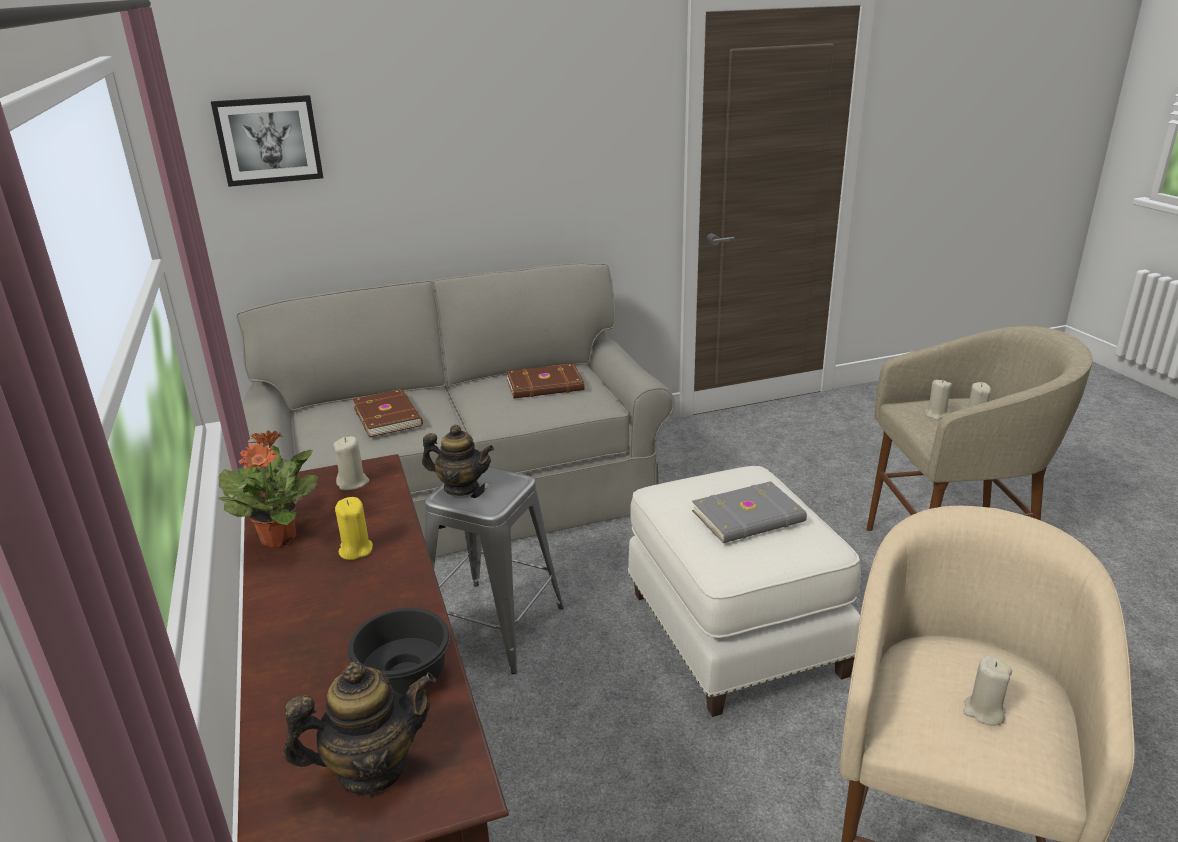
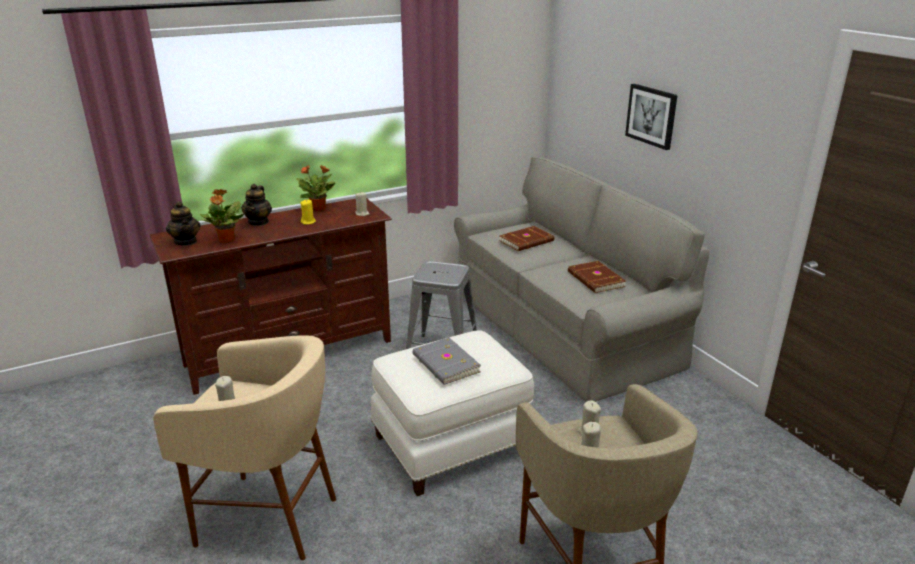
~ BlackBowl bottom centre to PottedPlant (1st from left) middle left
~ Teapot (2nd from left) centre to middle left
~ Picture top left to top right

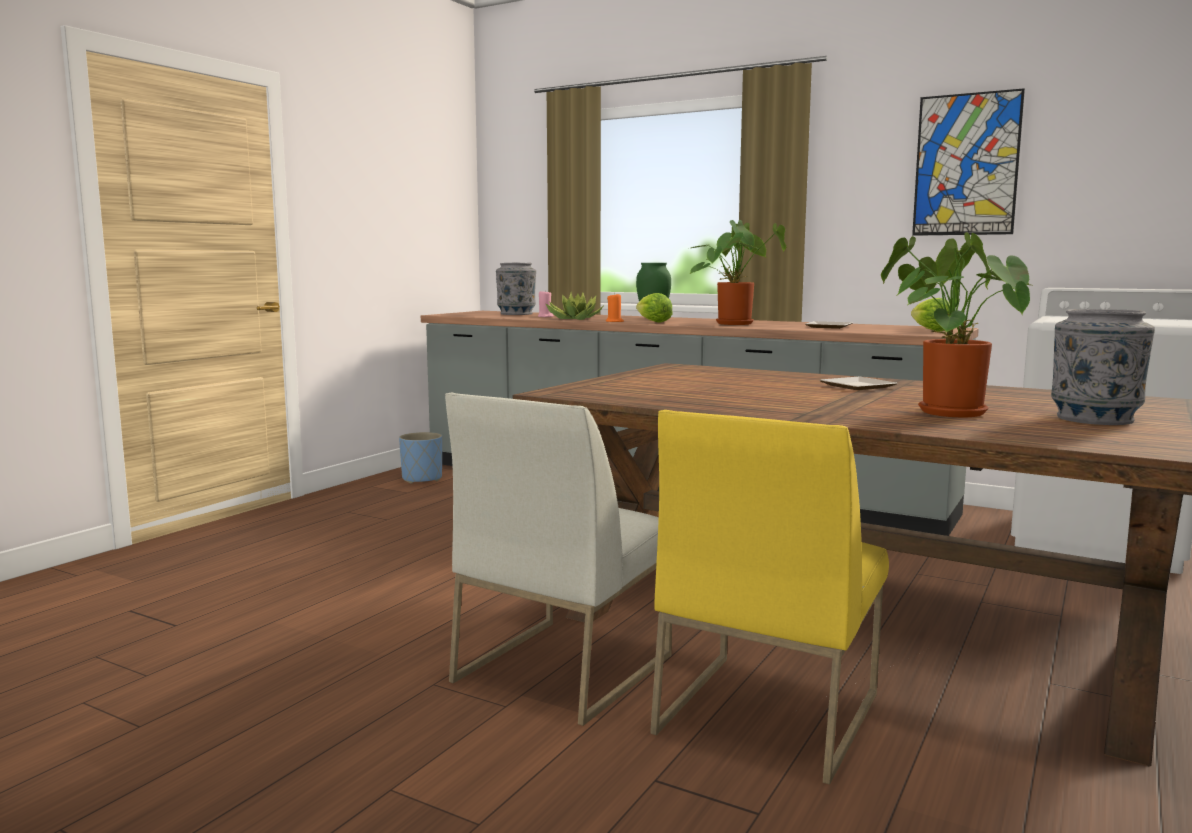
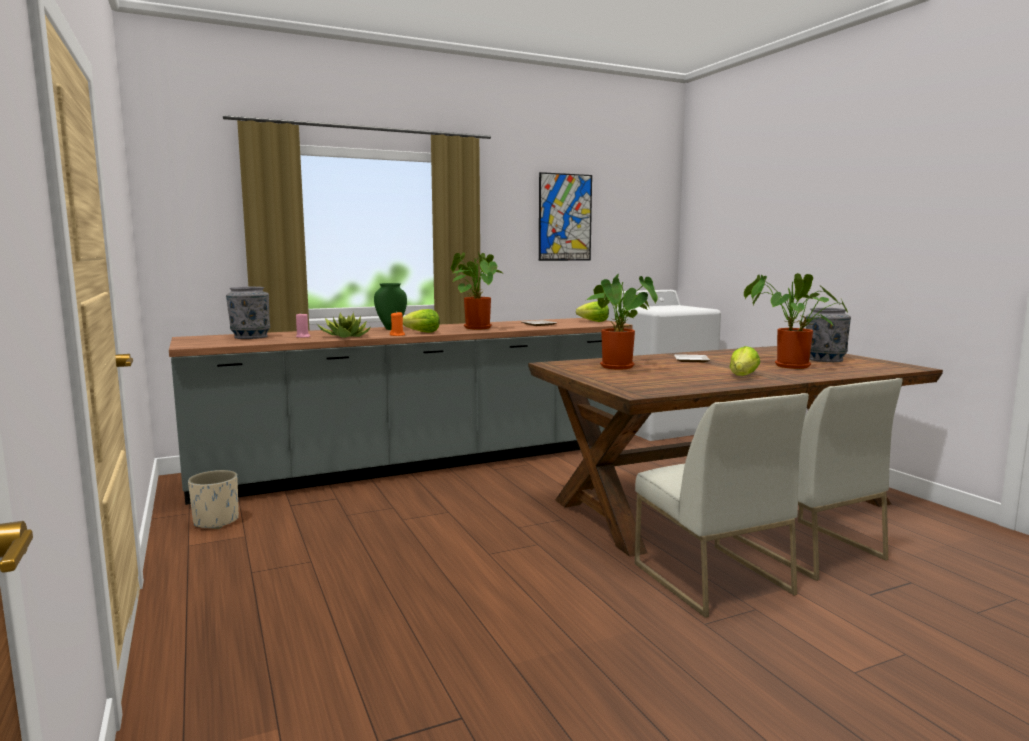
~ BluePlanter centre to BeigePlanter bottom left
+ PottedPlant (3rd from left) centre
+ Lettuce (3rd from left) middle right
~ YellowChair bottom centre to WhiteChair (2nd from left) middle right

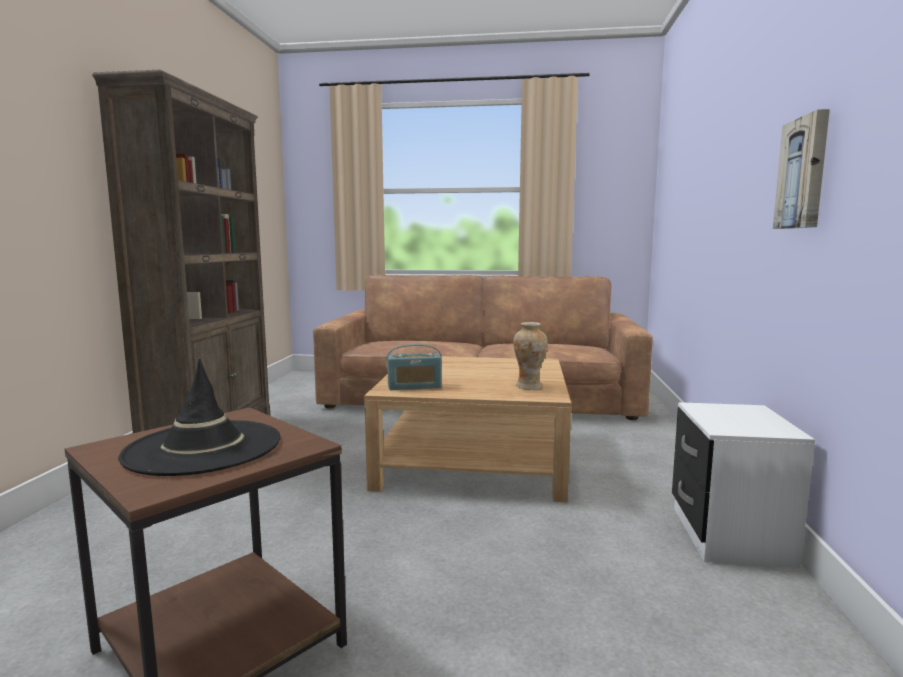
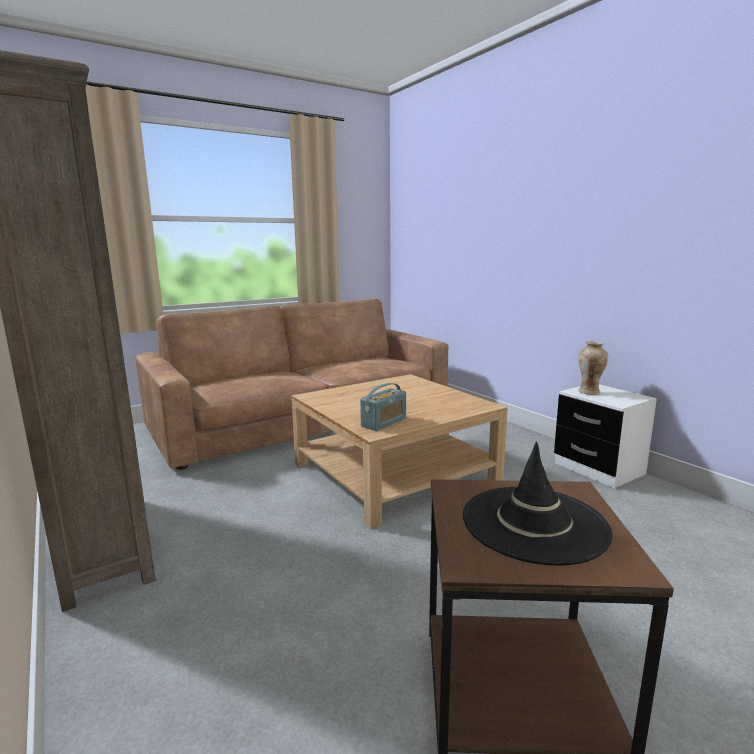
~ Vase centre to middle right
- Picture top right

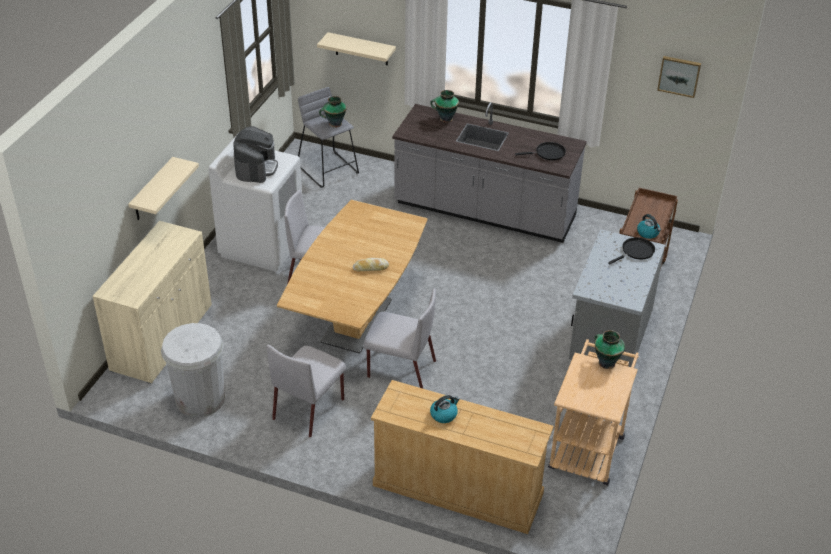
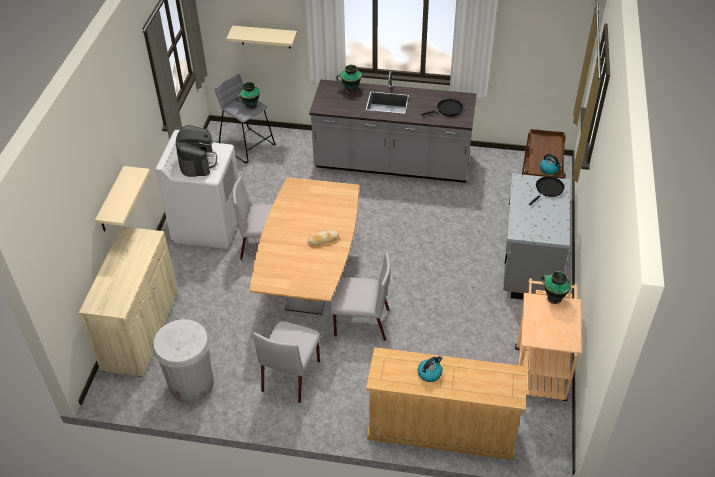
- Picture top right

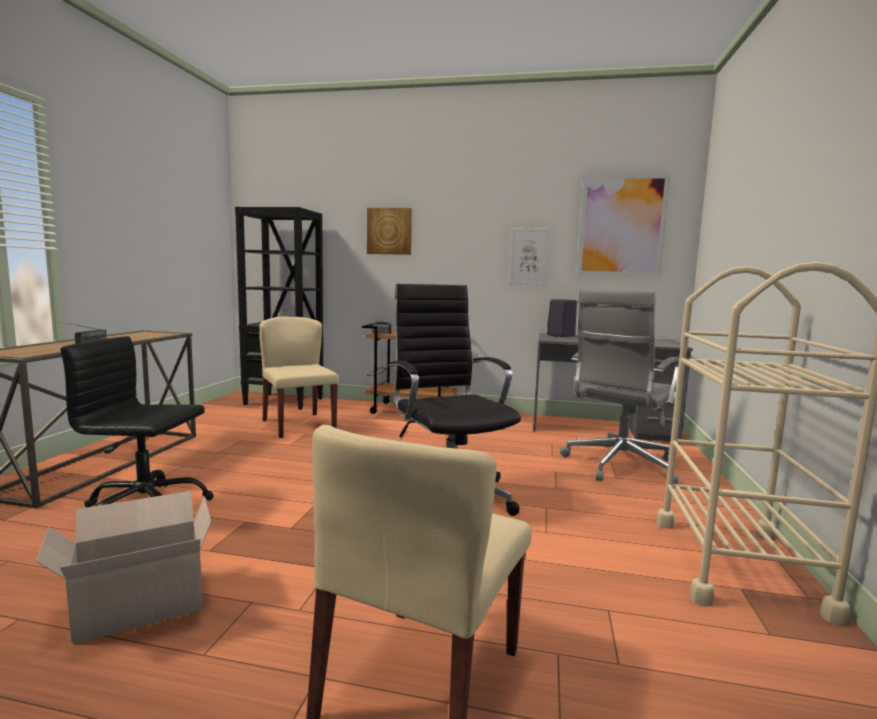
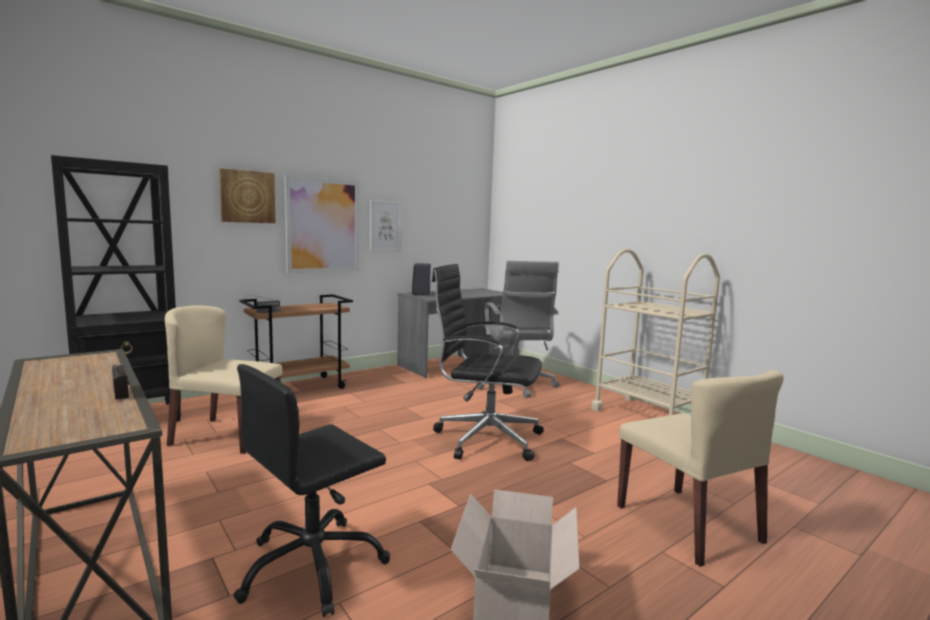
~ Picture (3rd from left in the first image) top right to Picture (2nd from left) centre

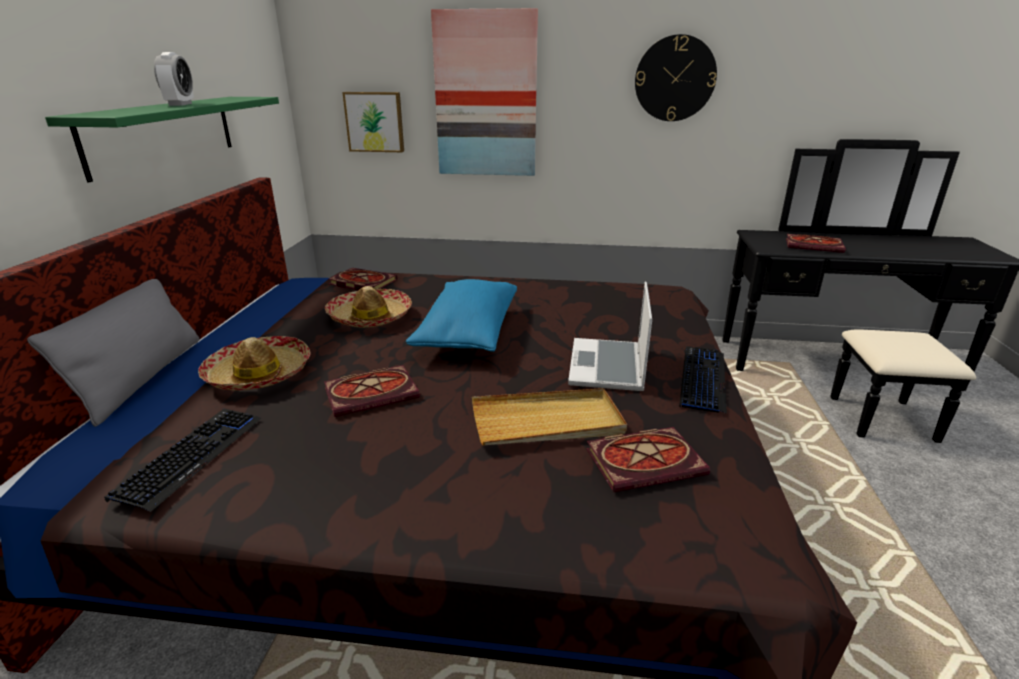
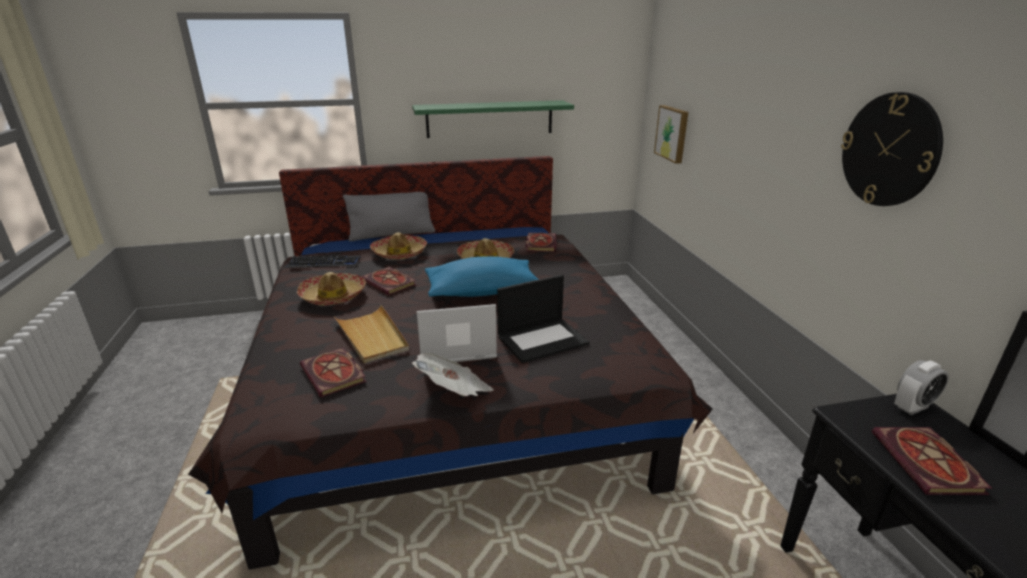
+ Hat (1st from left) middle left
~ Keyboard (2nd from left) middle right to Newspaper centre
+ Laptop (2nd from left) centre
~ AlarmClock top left to bottom right
- Picture (2nd from left) top centre

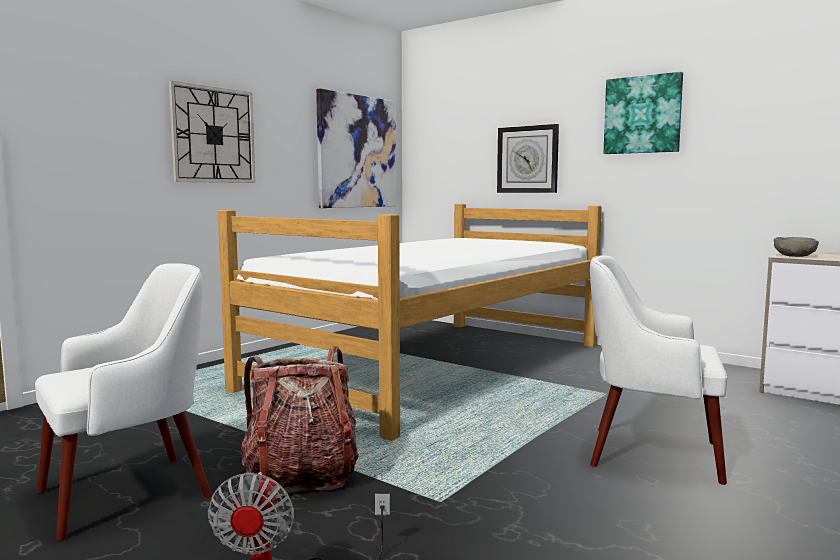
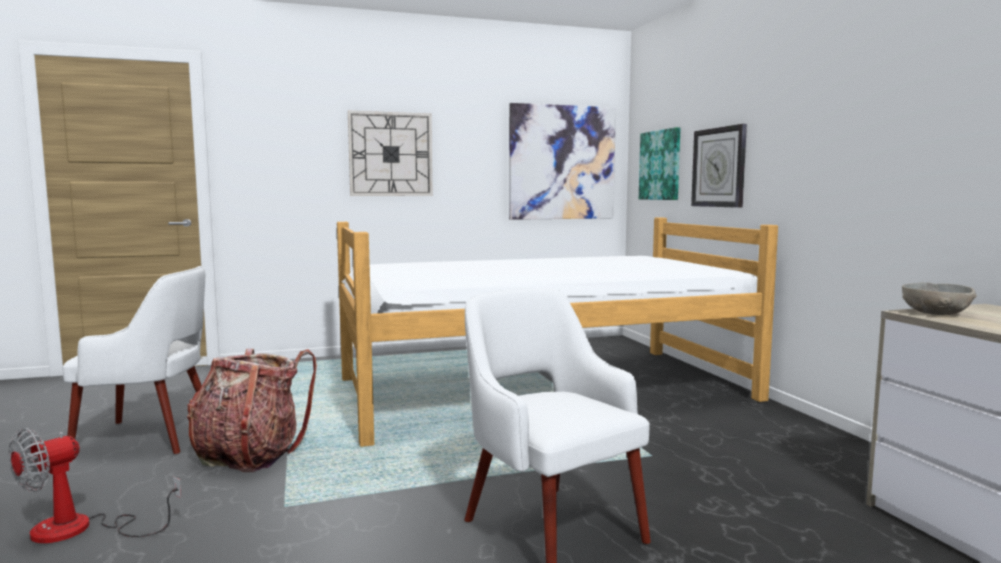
~ Picture (2nd from left) top right to top centre

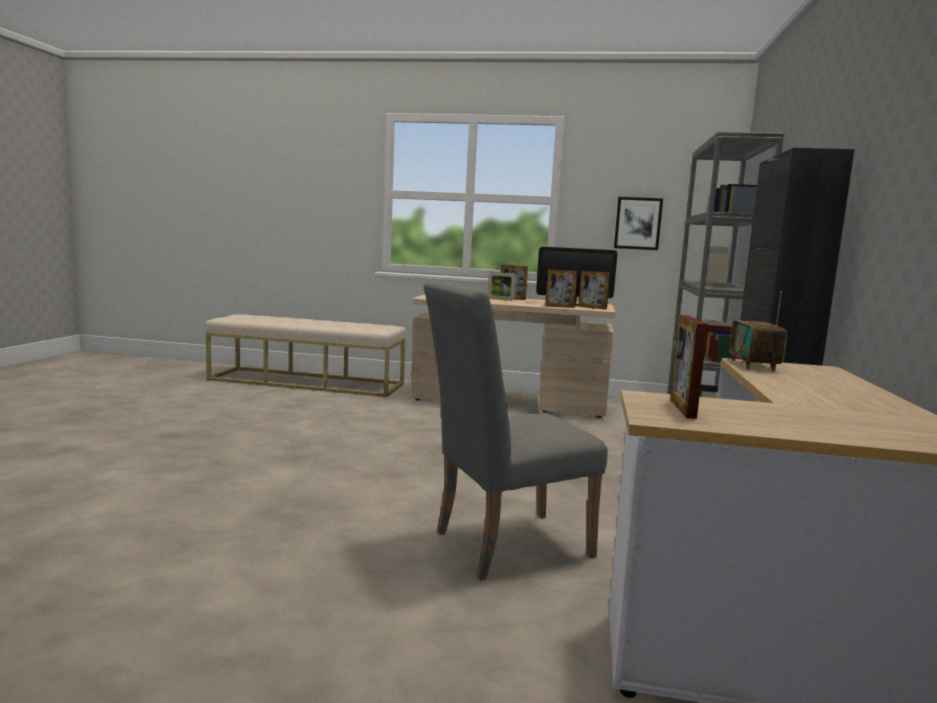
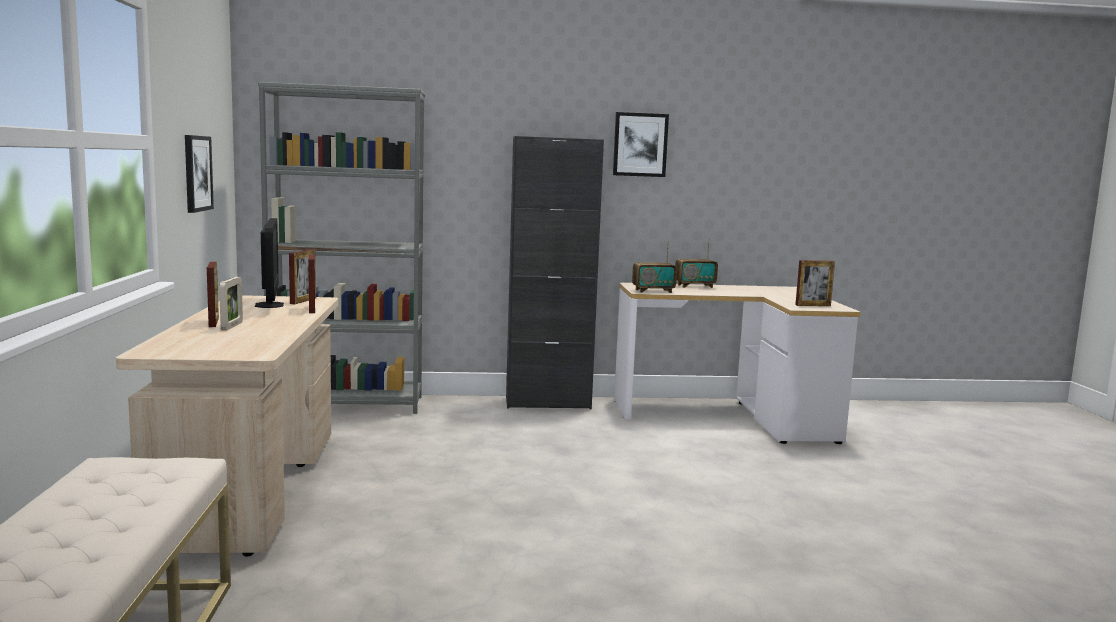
+ Picture (2nd from left) top centre
+ Radio (2nd from left) centre
- GreyChair centre

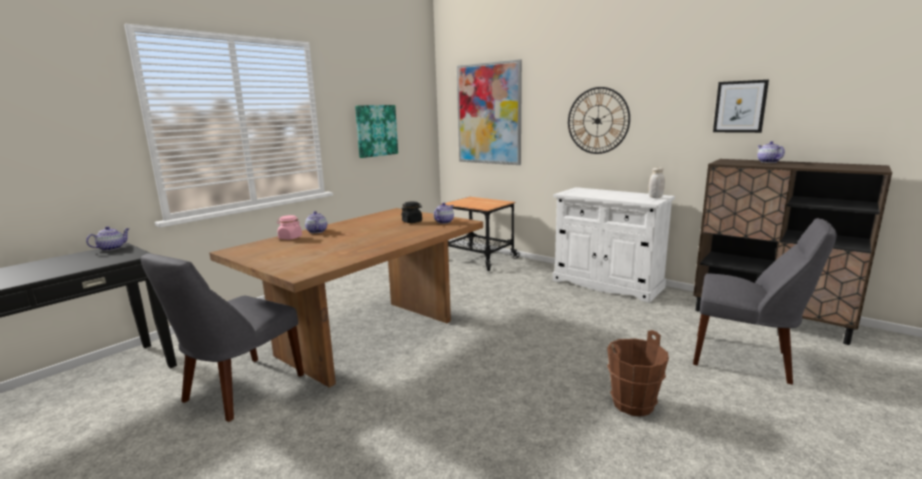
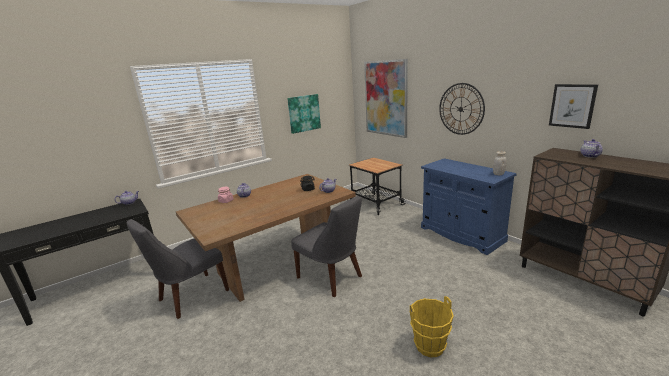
~ GreyChair (2nd from left) middle right to centre
~ BrownBucket bottom right to YellowBucket bottom centre
~ WhiteCabinet centre to BlueCabinet middle right

